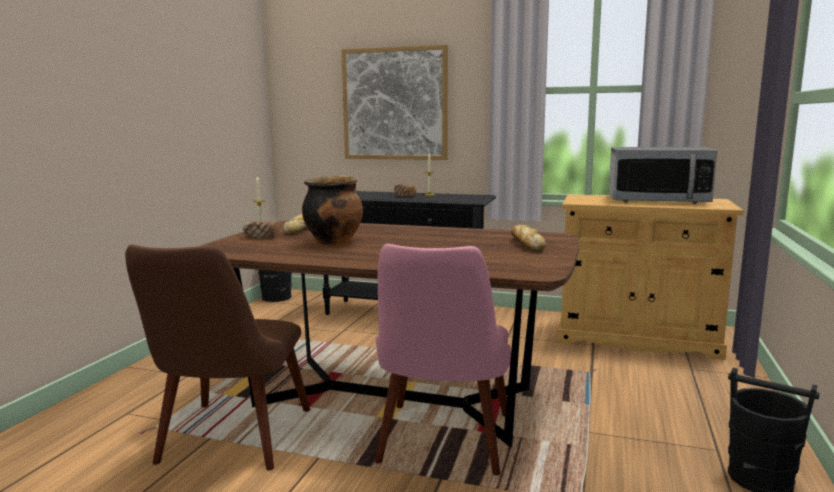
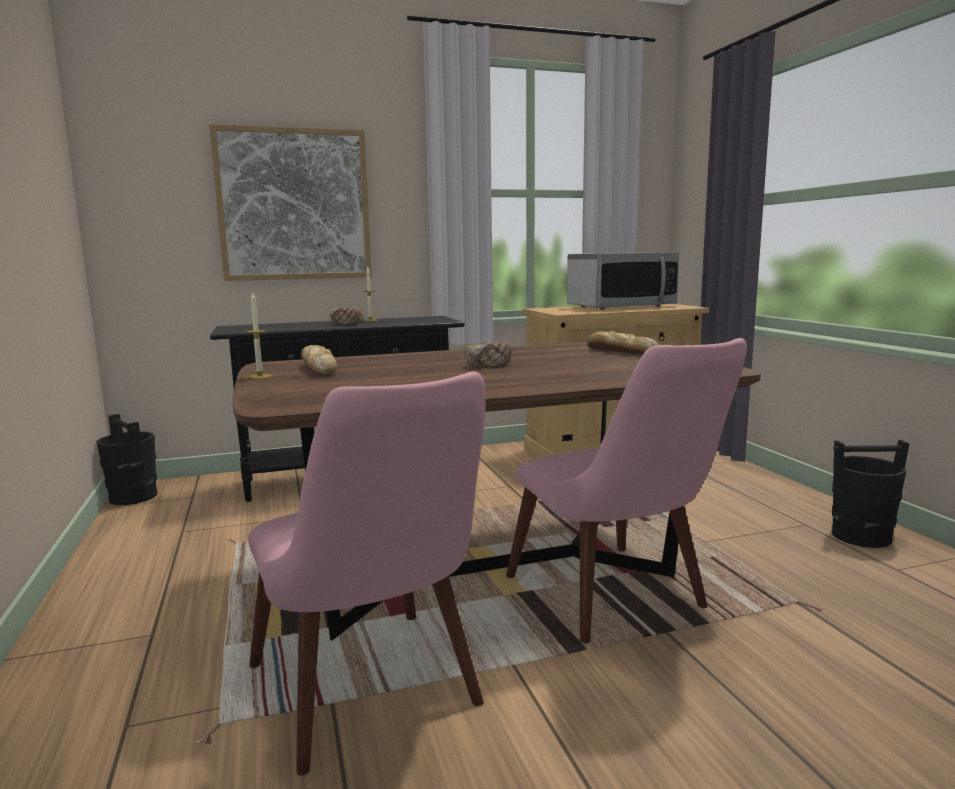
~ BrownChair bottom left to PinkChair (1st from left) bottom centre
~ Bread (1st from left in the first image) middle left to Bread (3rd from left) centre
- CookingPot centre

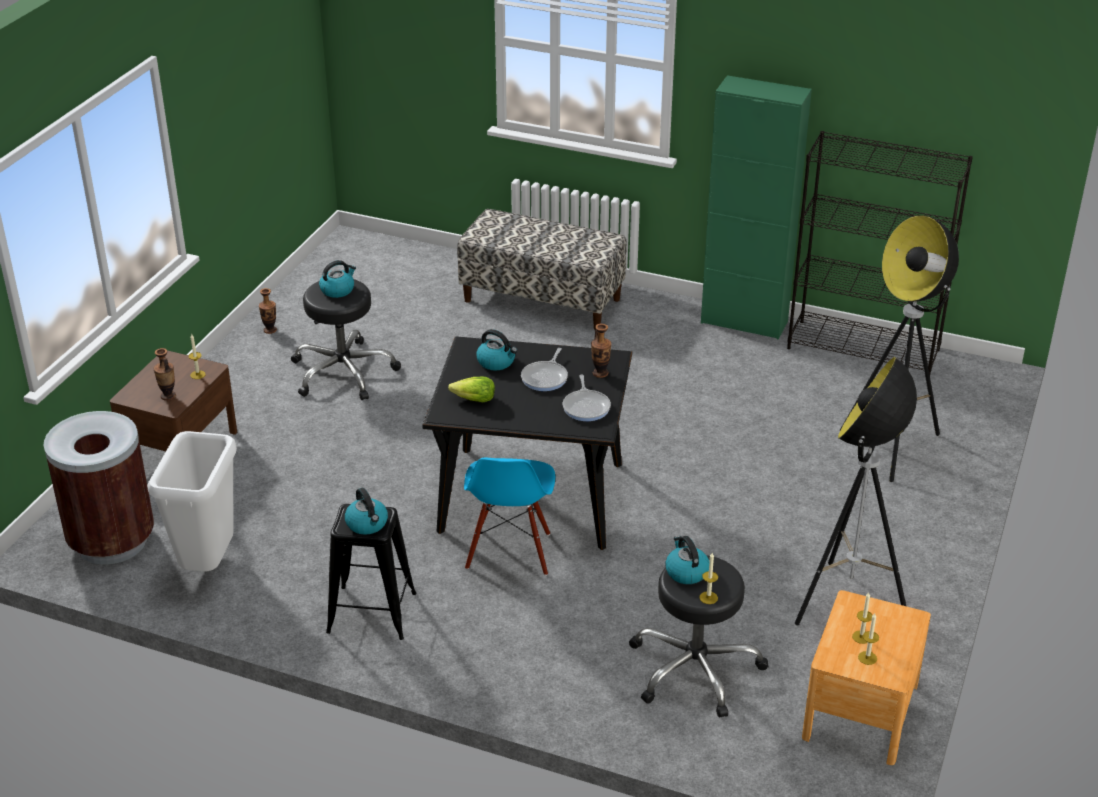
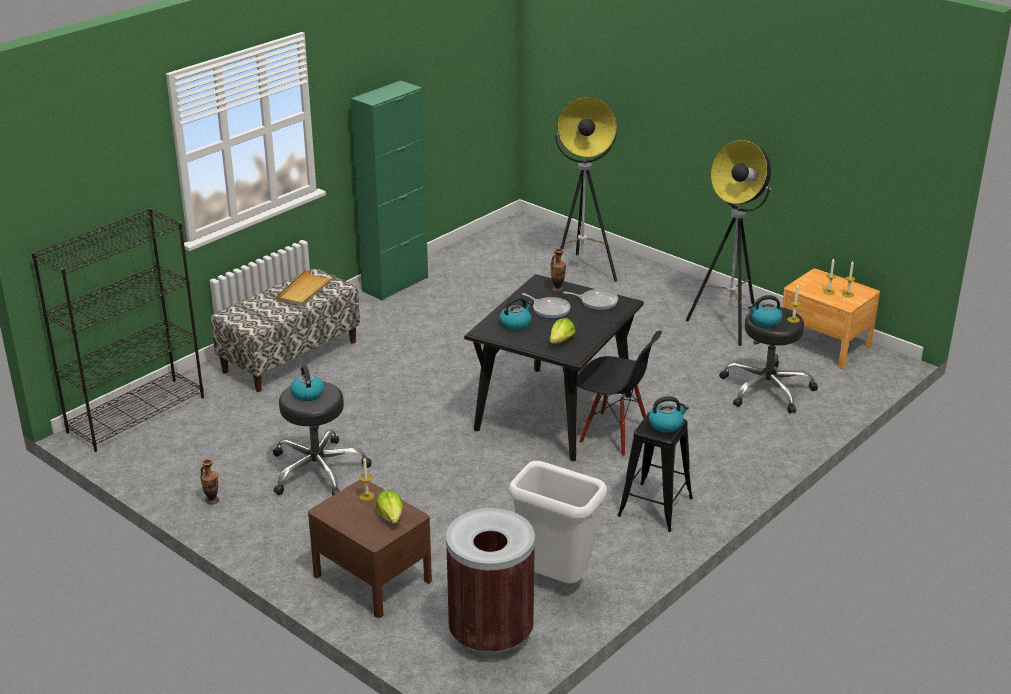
~ BlackBookcase top right to middle left
+ BeigeTray middle left
~ Vase (1st from left) middle left to Lettuce (1st from left) bottom centre
~ BlueChair centre to BlackChair centre

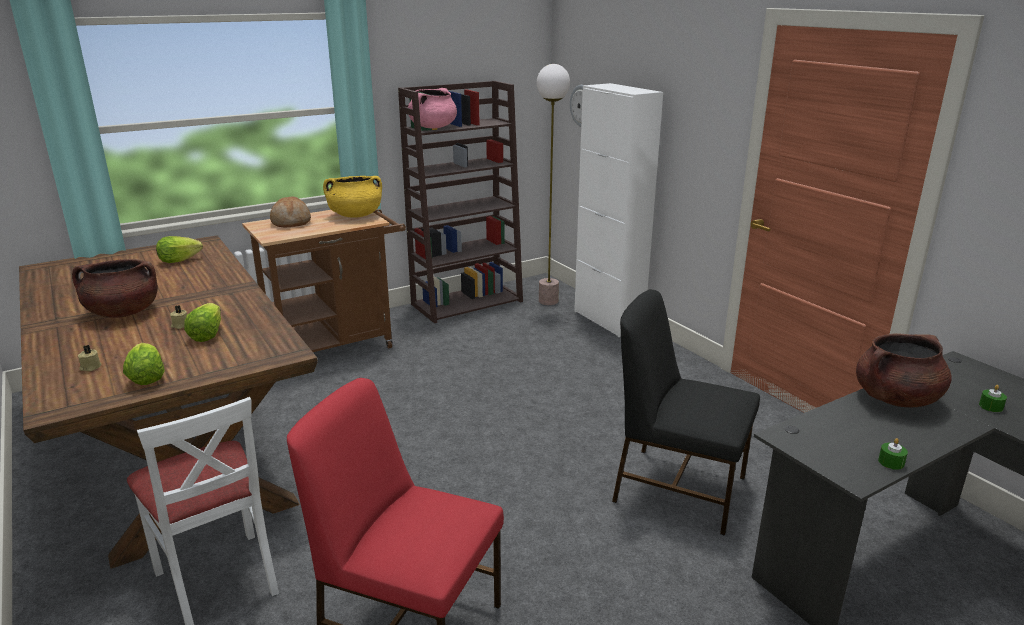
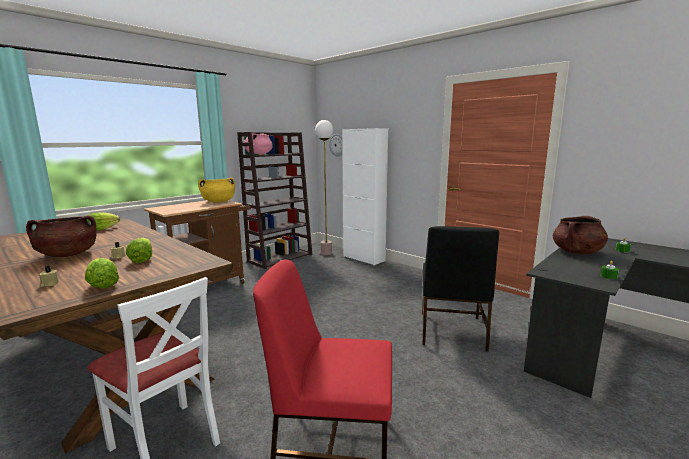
~ BlackChair middle right = middle right 90 degrees counterclockwise
- Bread middle left

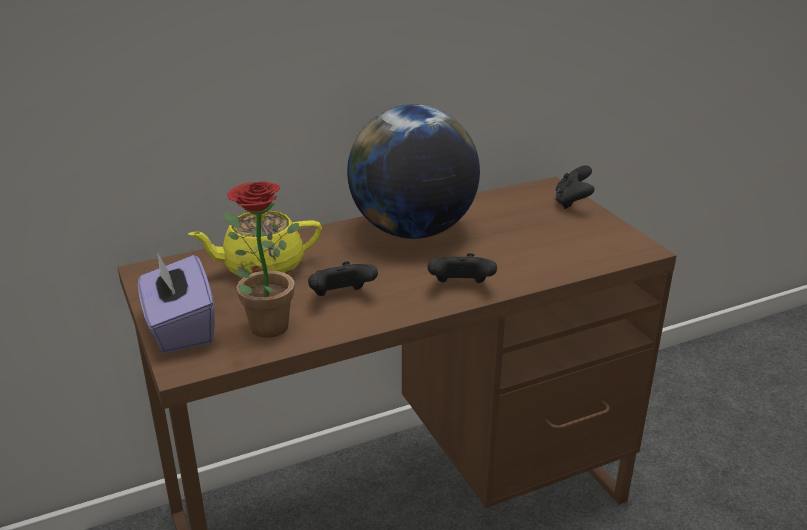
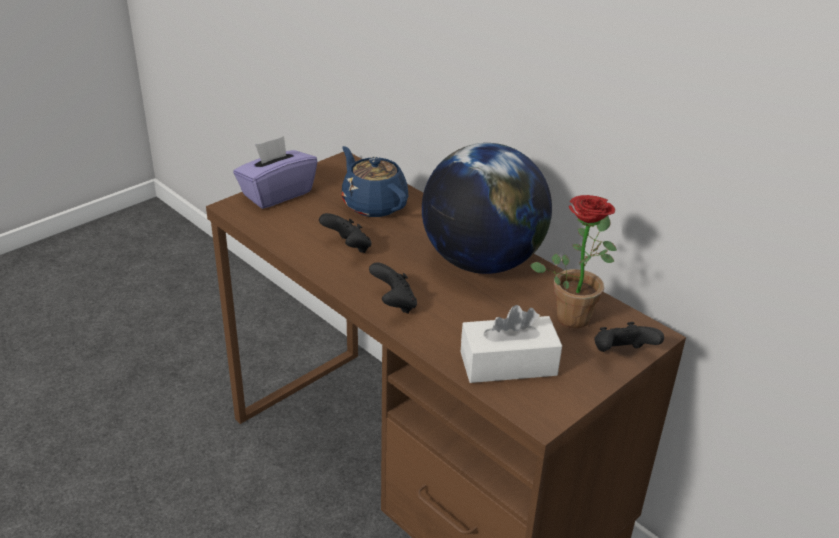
~ YellowTeapot middle left to BlueTeapot centre
+ WhiteTissueBox centre
~ PottedPlant middle left to middle right

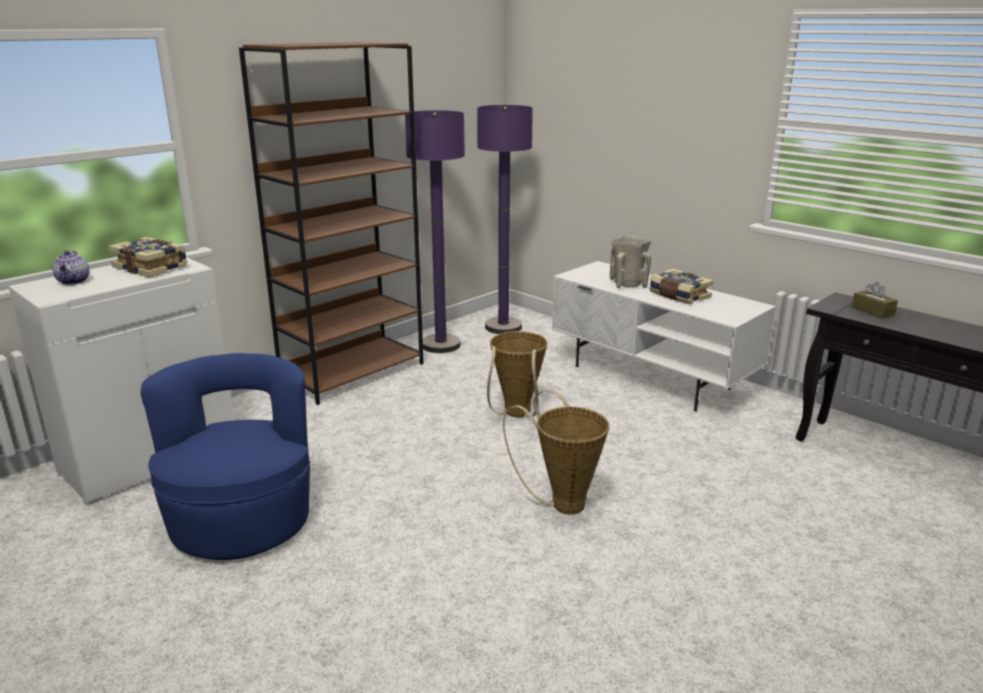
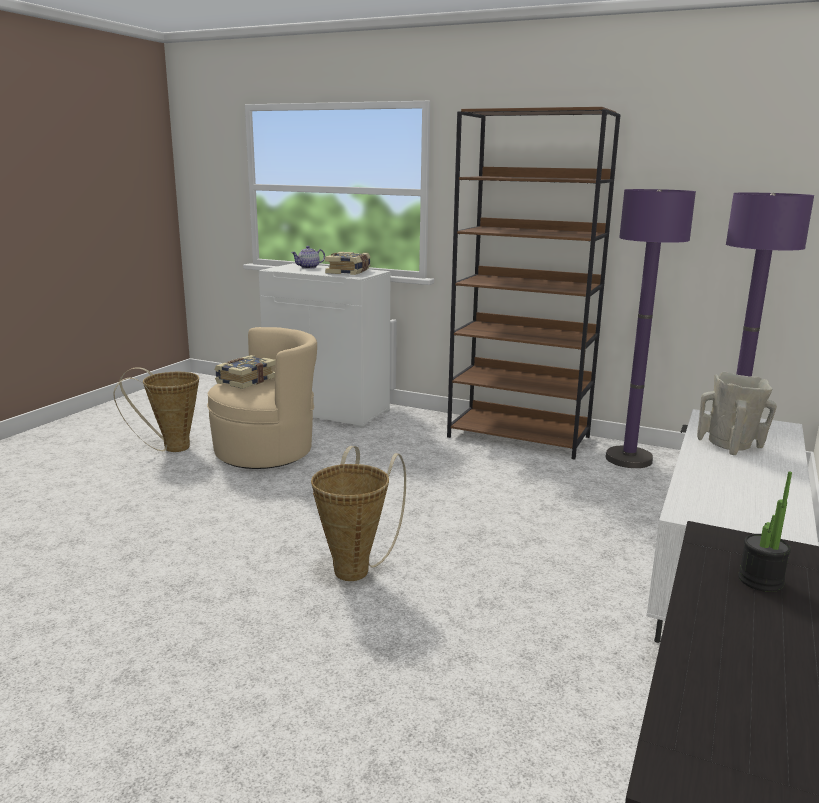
~ Basket (1st from left) centre to middle left
~ BlueArmchair middle left to BeigeArmchair middle left
~ Book (2nd from left in the first image) middle right to Book (1st from left) middle left
~ BrownTissueBox middle right to PottedPlant middle right

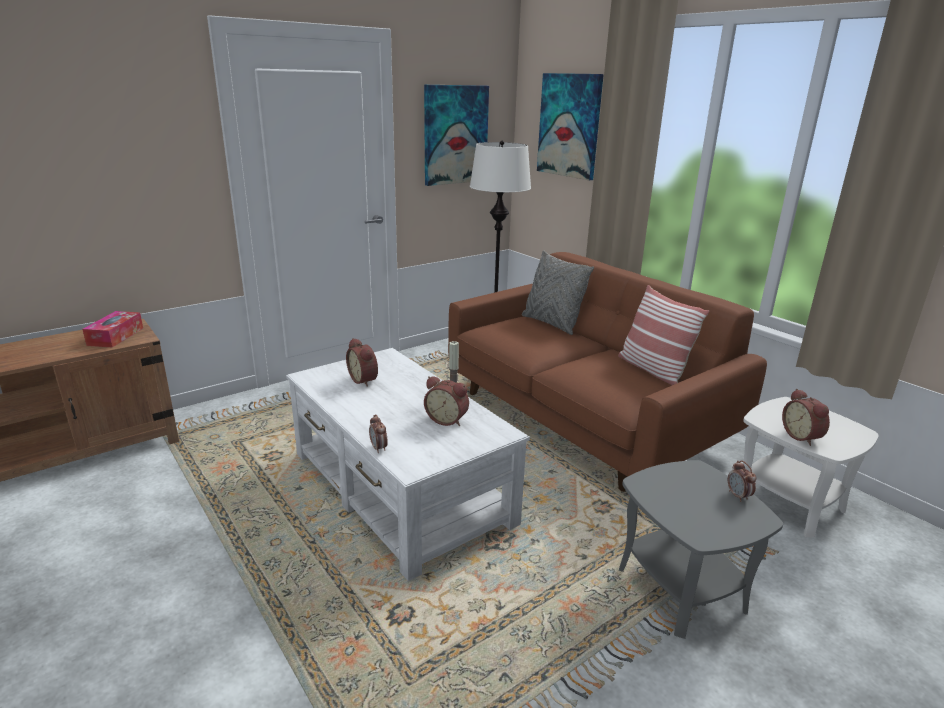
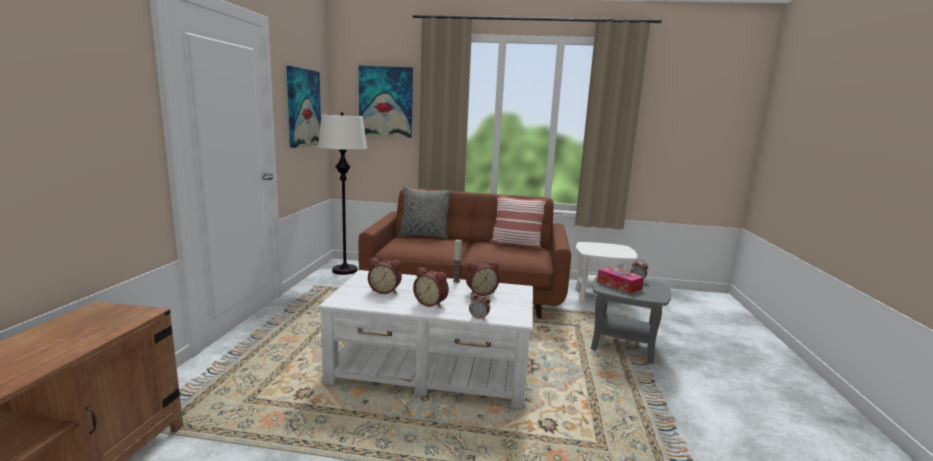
~ AlarmClock (5th from left in the first image) middle right to AlarmClock (2nd from left) centre
~ TissueBox middle left to centre

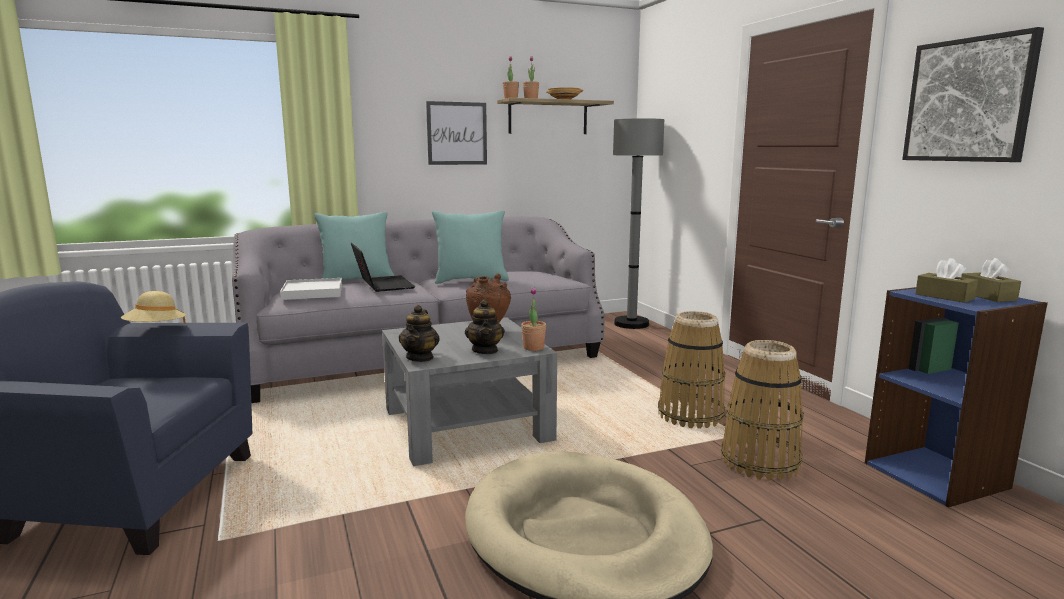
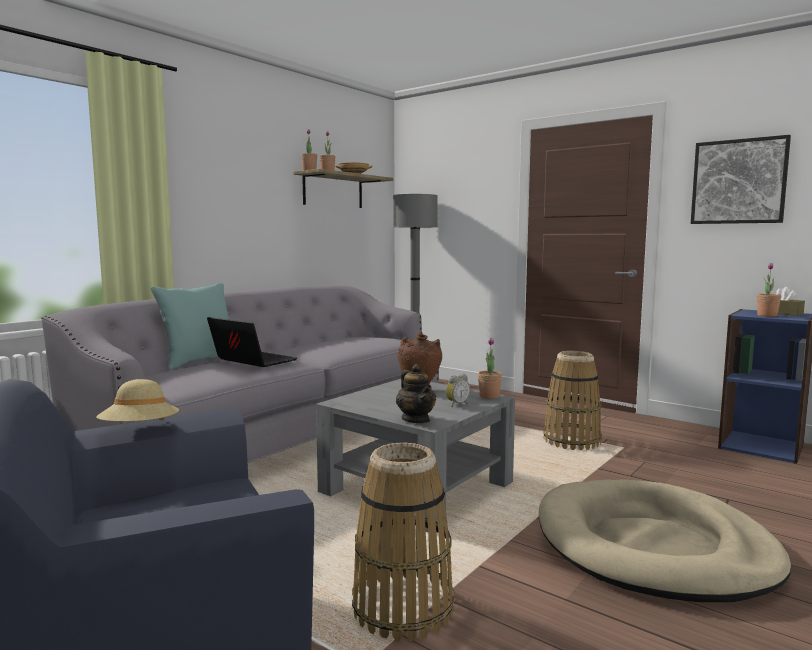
~ Basket (2nd from left in the first image) bottom right to Basket (1st from left) bottom centre
~ Teapot (2nd from left) centre to AlarmClock centre
~ BrownTissueBox (1st from left) middle right to PottedPlant (4th from left) middle right
- WhiteTray middle left
- Picture (1st from left) top centre
- TurquoisePillow (2nd from left) centre

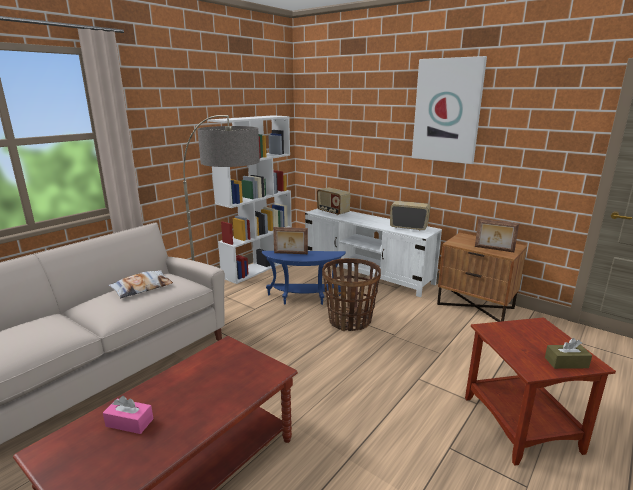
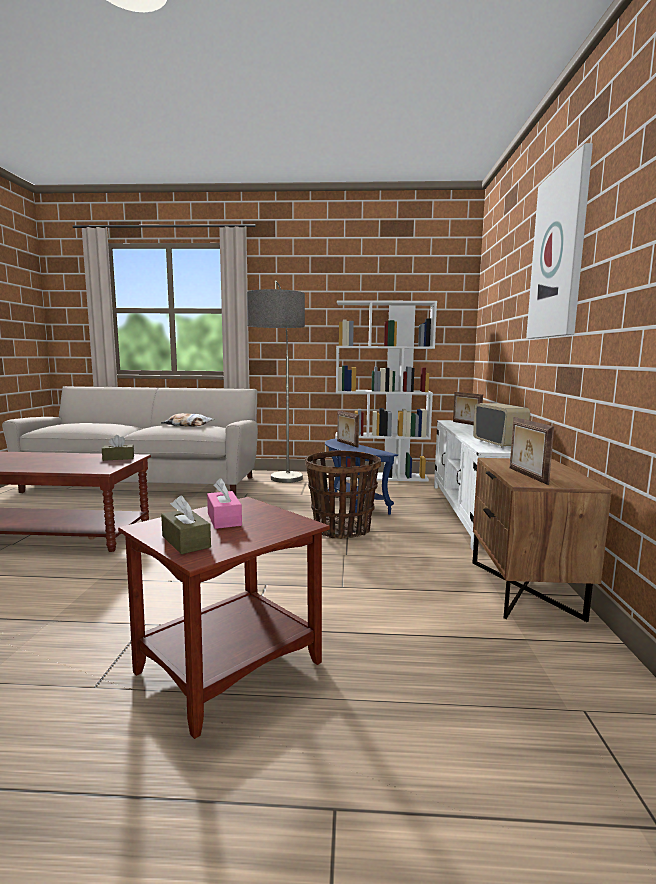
+ BrownTissueBox (1st from left) middle left
~ PinkTissueBox bottom left to centre
~ Radio (1st from left) centre to PictureFrame (2nd from left) middle right

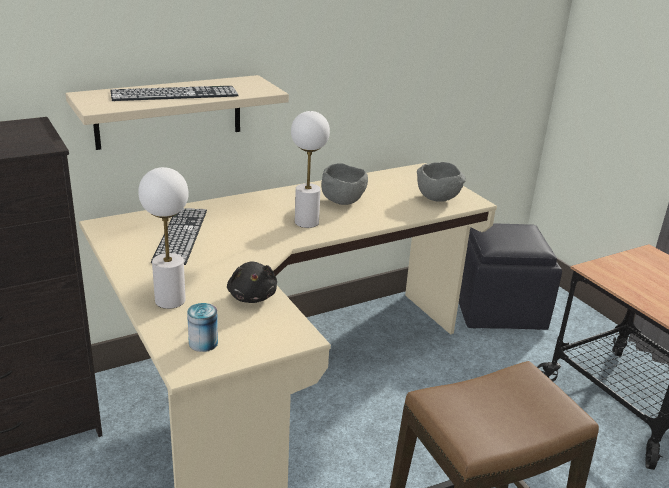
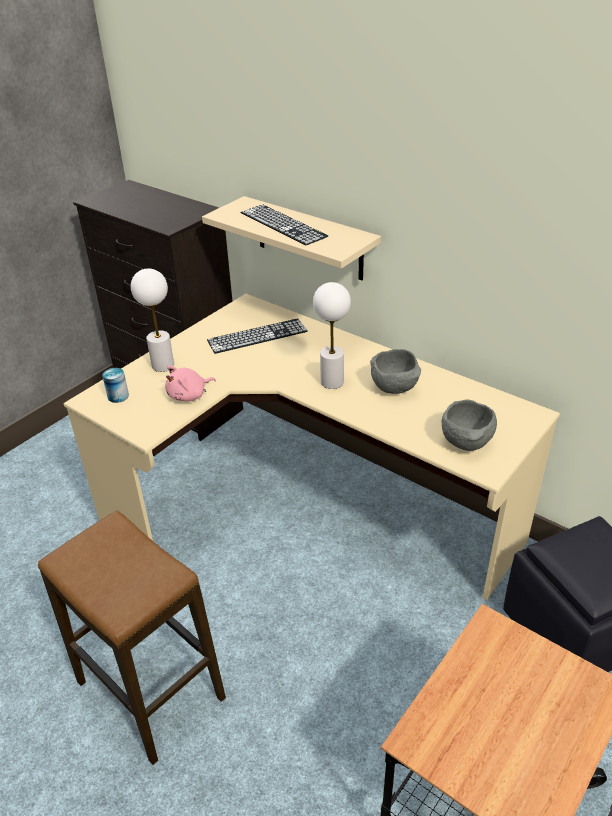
~ BlackPlushToy centre to PinkPlushToy middle left

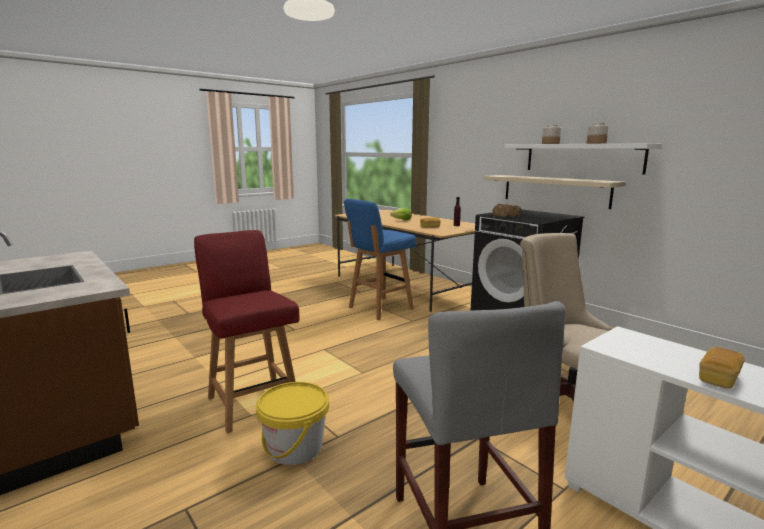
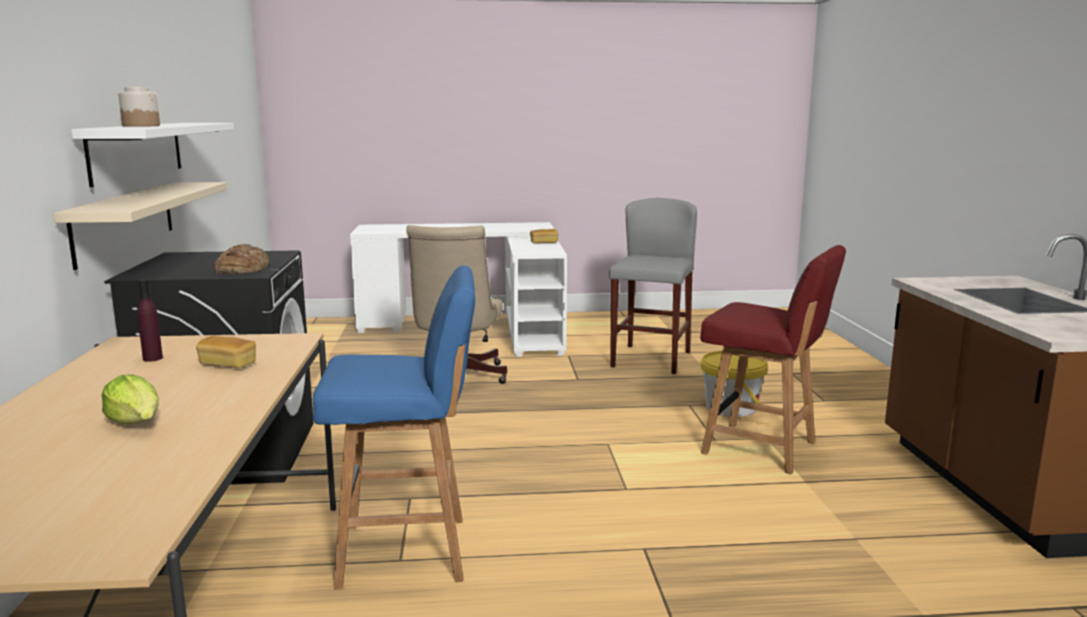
~ RedChair middle left = middle right 60 degrees counterclockwise
- Jar (2nd from left) top right

